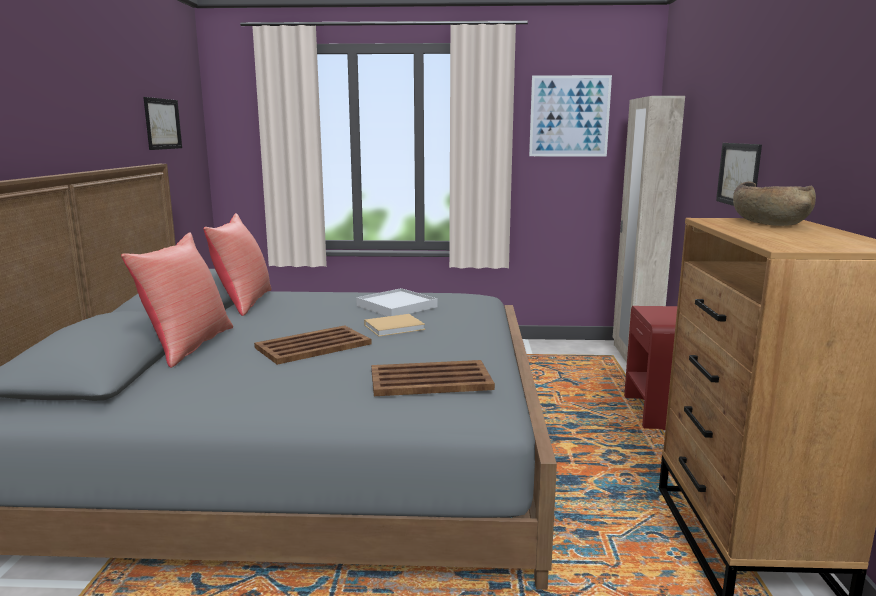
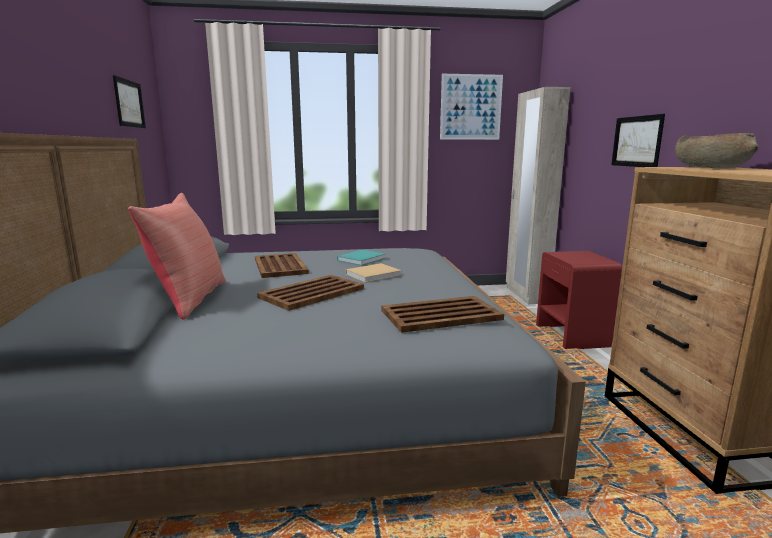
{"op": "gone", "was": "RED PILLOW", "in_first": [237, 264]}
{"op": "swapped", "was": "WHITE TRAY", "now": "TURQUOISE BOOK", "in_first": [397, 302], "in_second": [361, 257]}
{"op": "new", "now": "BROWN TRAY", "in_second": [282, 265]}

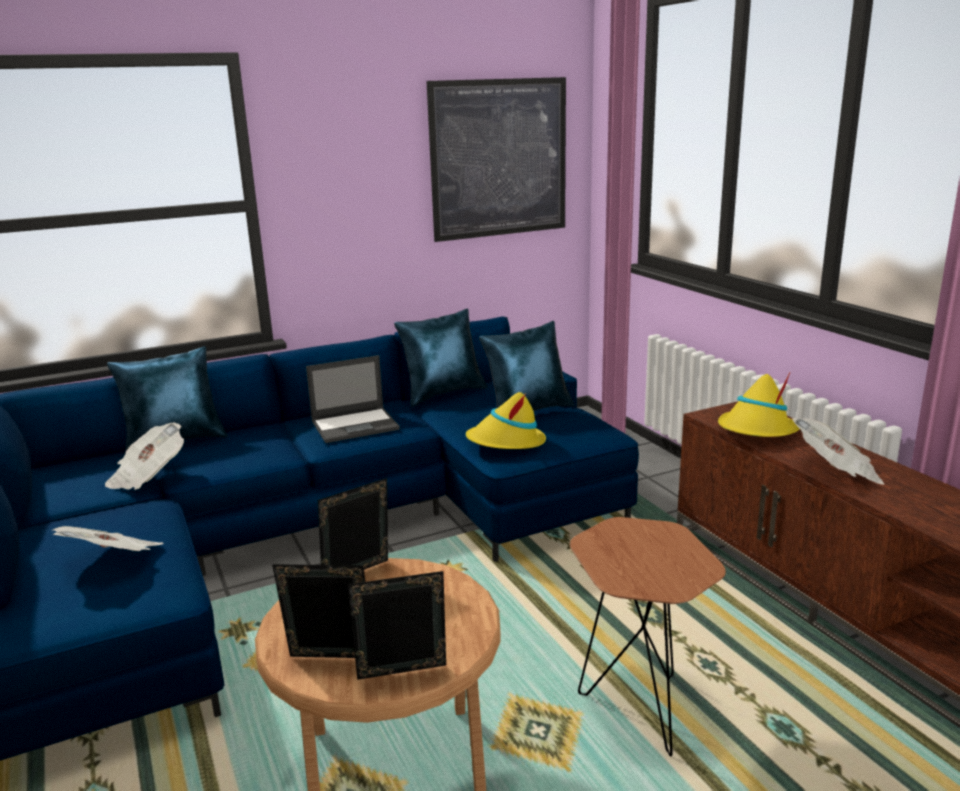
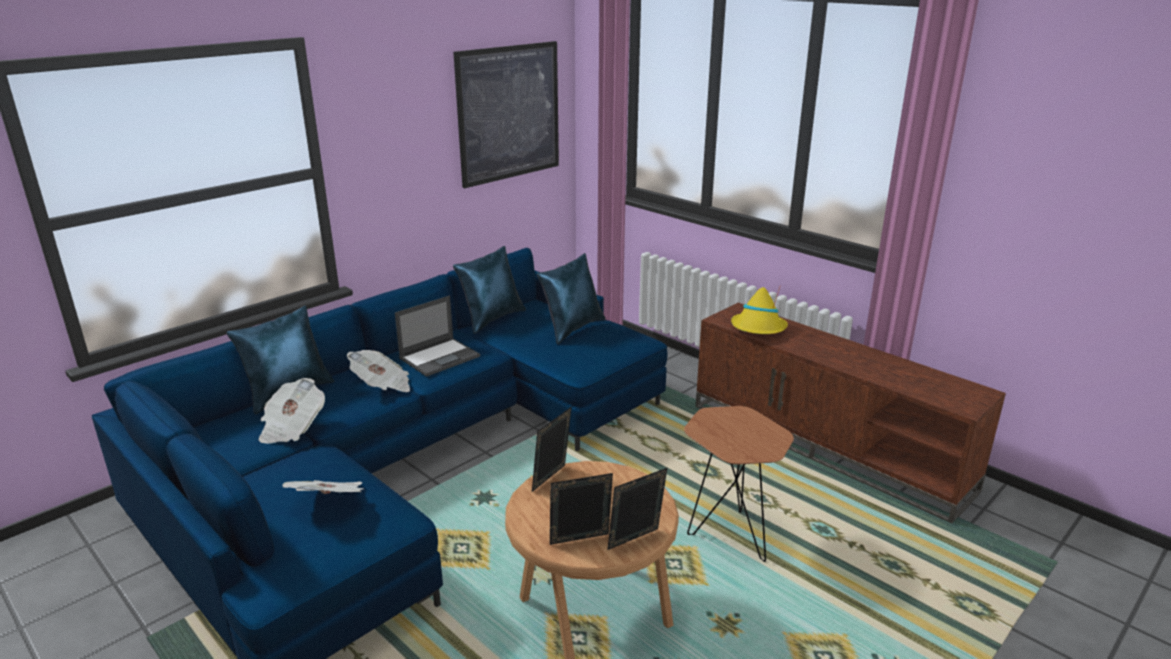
{"op": "gone", "was": "YELLOW HAT", "in_first": [506, 420]}
{"op": "shifted", "was": "NEWSPAPER", "in_first": [838, 451], "in_second": [378, 371]}

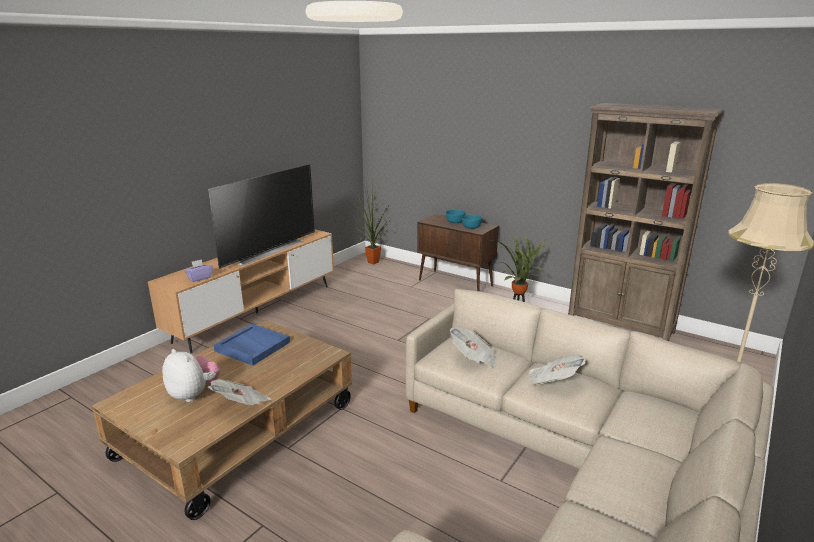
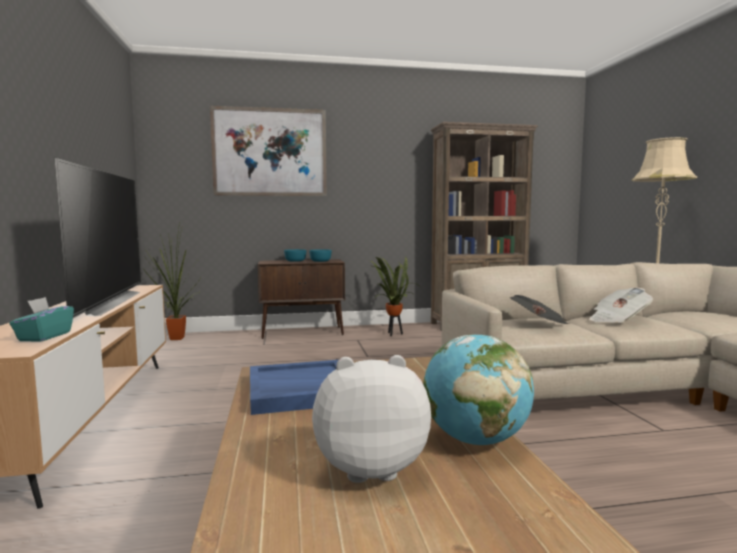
{"op": "repainted", "was": "PURPLE TISSUE BOX", "now": "TURQUOISE TISSUE BOX", "in_first": [199, 270], "in_second": [41, 319]}
{"op": "swapped", "was": "NEWSPAPER", "now": "GLOBE", "in_first": [240, 392], "in_second": [478, 389]}
{"op": "new", "now": "PICTURE", "in_second": [268, 151]}

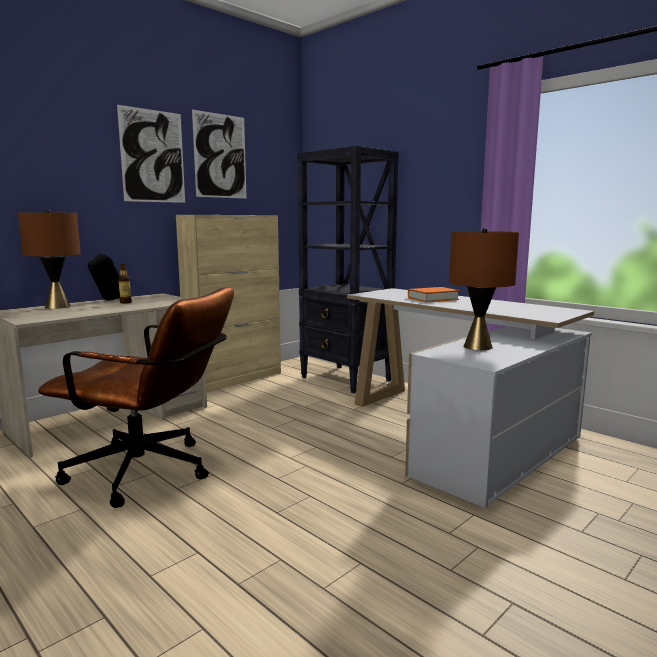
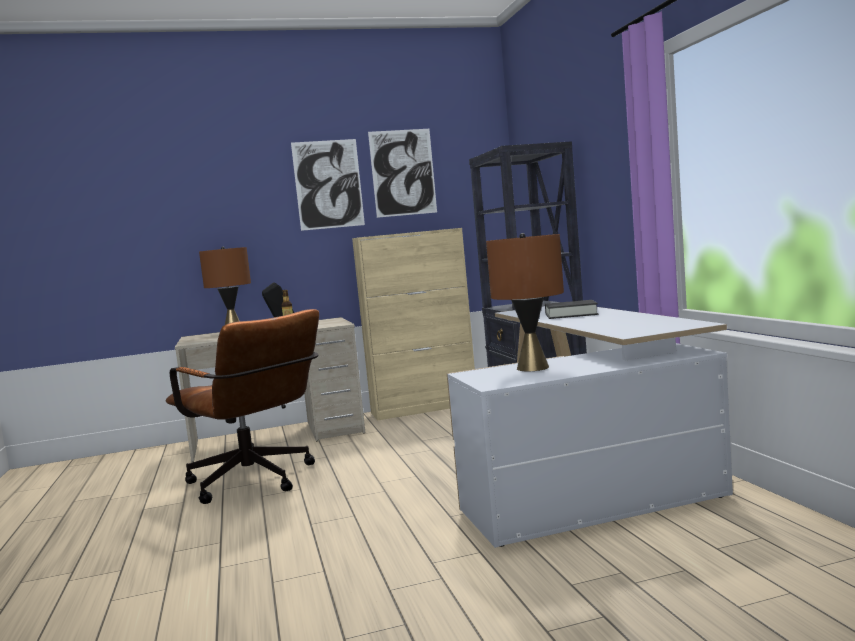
{"op": "repainted", "was": "ORANGE BOOK", "now": "BLACK BOOK", "in_first": [433, 294], "in_second": [571, 309]}

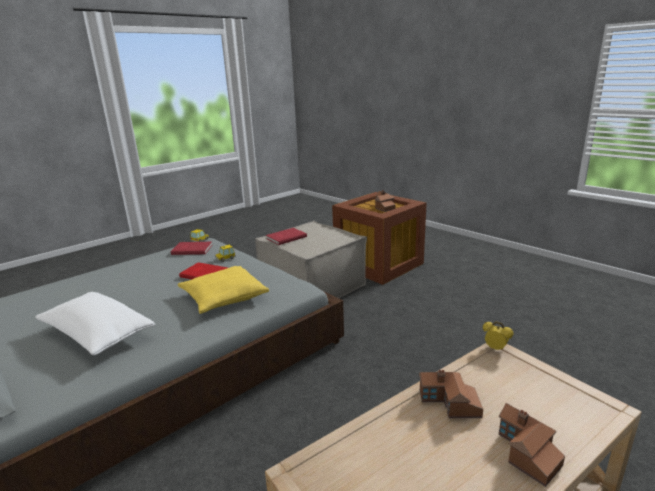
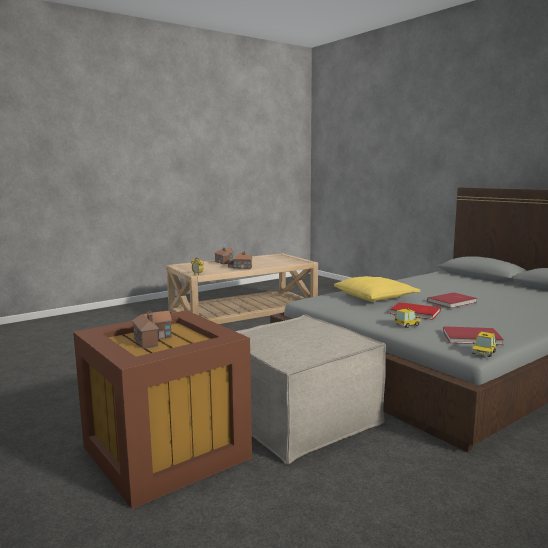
{"op": "gone", "was": "WHITE PILLOW", "in_first": [95, 323]}
{"op": "shifted", "was": "RED BOOK", "in_first": [286, 236], "in_second": [452, 300]}

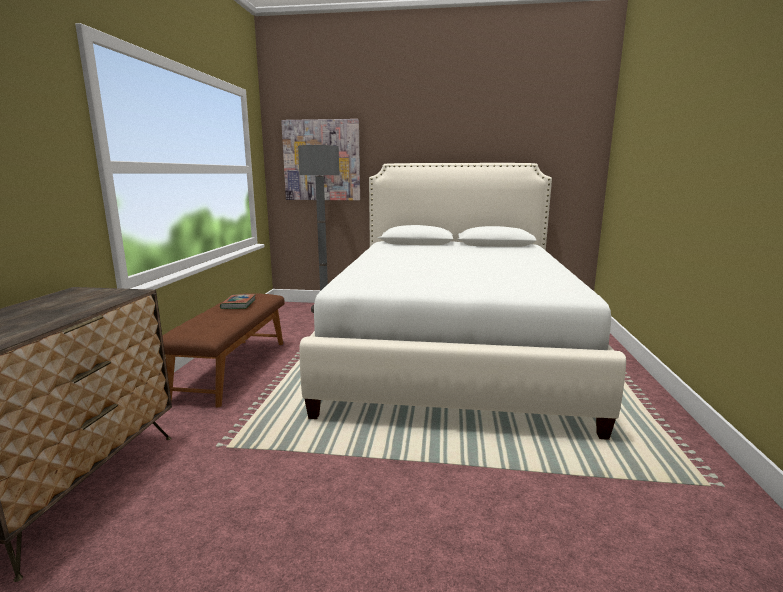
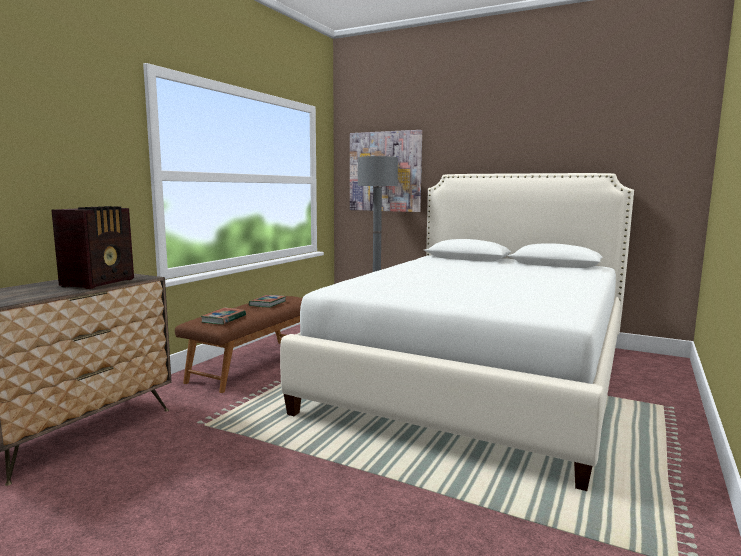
{"op": "new", "now": "RADIO", "in_second": [92, 247]}
{"op": "new", "now": "BOOK", "in_second": [223, 315]}

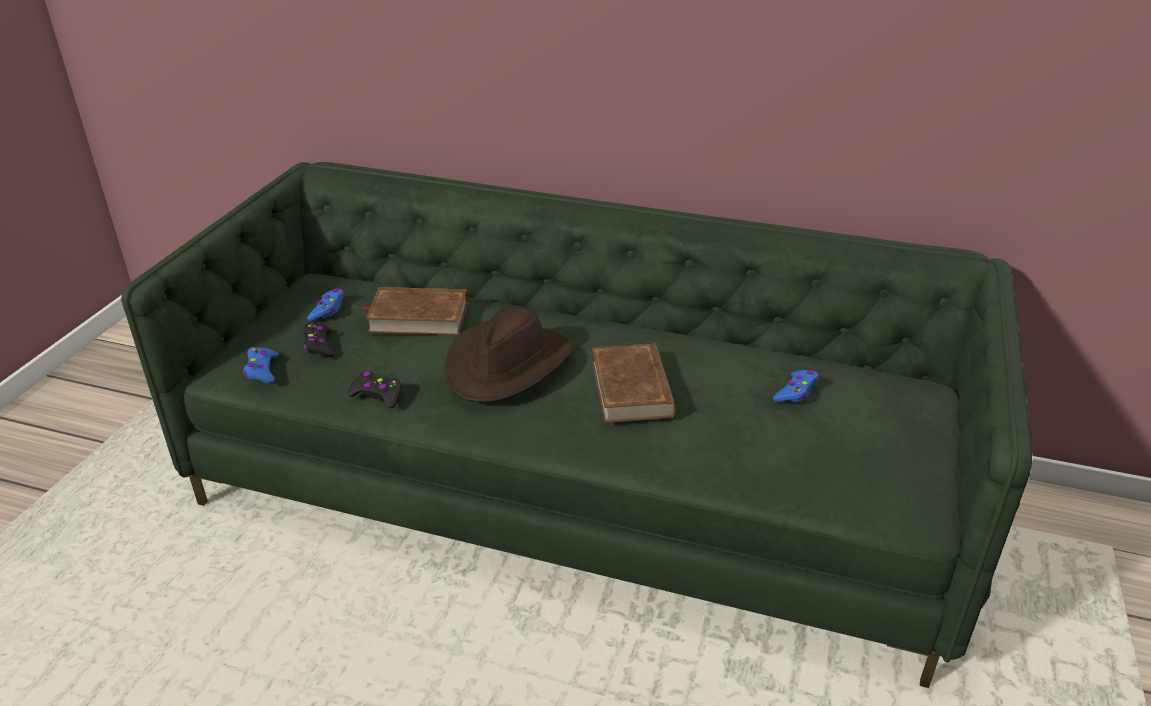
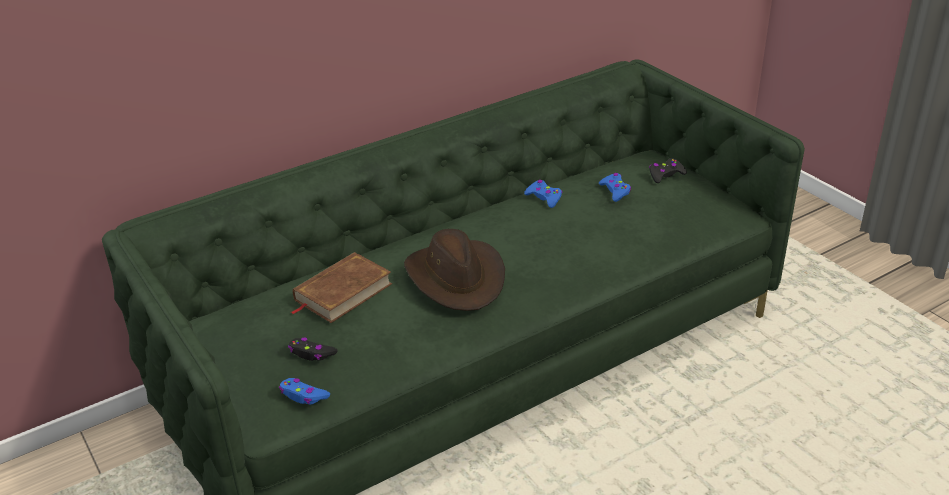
{"op": "shifted", "was": "BLUE GAME CONTROLLER", "in_first": [325, 304], "in_second": [543, 194]}
{"op": "shifted", "was": "BLACK GAME CONTROLLER", "in_first": [375, 389], "in_second": [668, 170]}
{"op": "gone", "was": "BROWN BOOK", "in_first": [634, 383]}

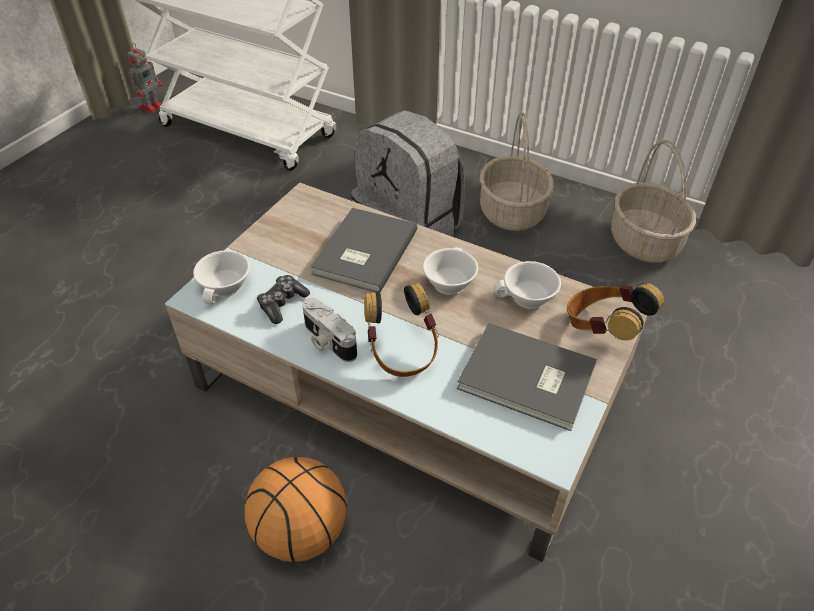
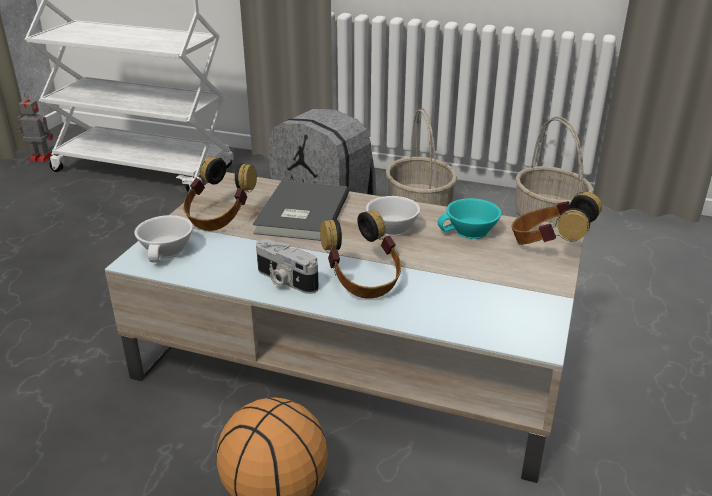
{"op": "rotated", "was": "TOY ROBOT", "in_first": [144, 78], "in_second": [34, 127], "clockwise": -105}
{"op": "gone", "was": "GAME CONTROLLER", "in_first": [283, 299]}
{"op": "gone", "was": "GREY BOOK", "in_first": [527, 377]}
{"op": "repainted", "was": "WHITE CUP", "now": "TURQUOISE CUP", "in_first": [527, 285], "in_second": [469, 218]}
{"op": "new", "now": "HEADPHONES", "in_second": [220, 194]}

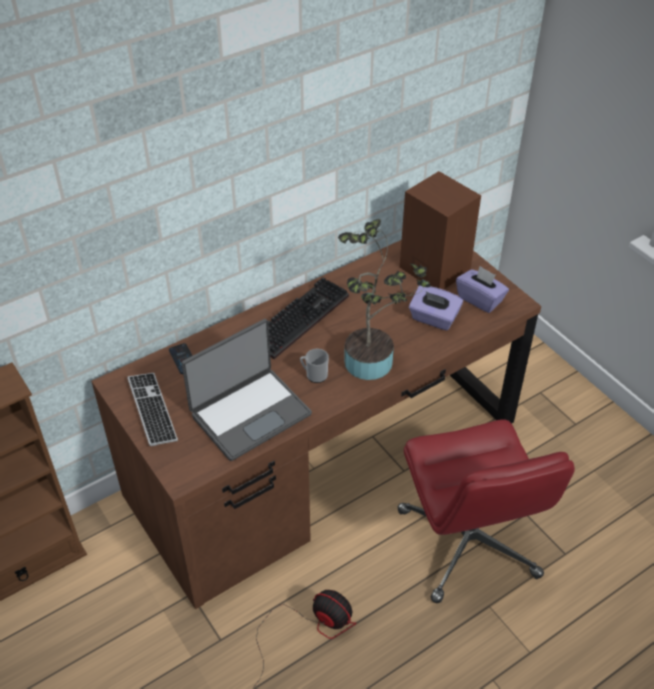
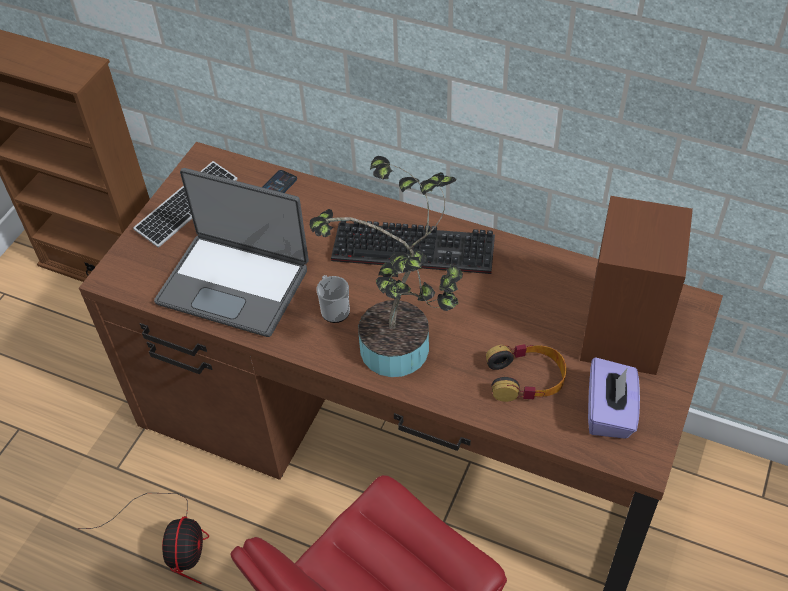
{"op": "swapped", "was": "PURPLE TISSUE BOX", "now": "HEADPHONES", "in_first": [436, 307], "in_second": [526, 373]}

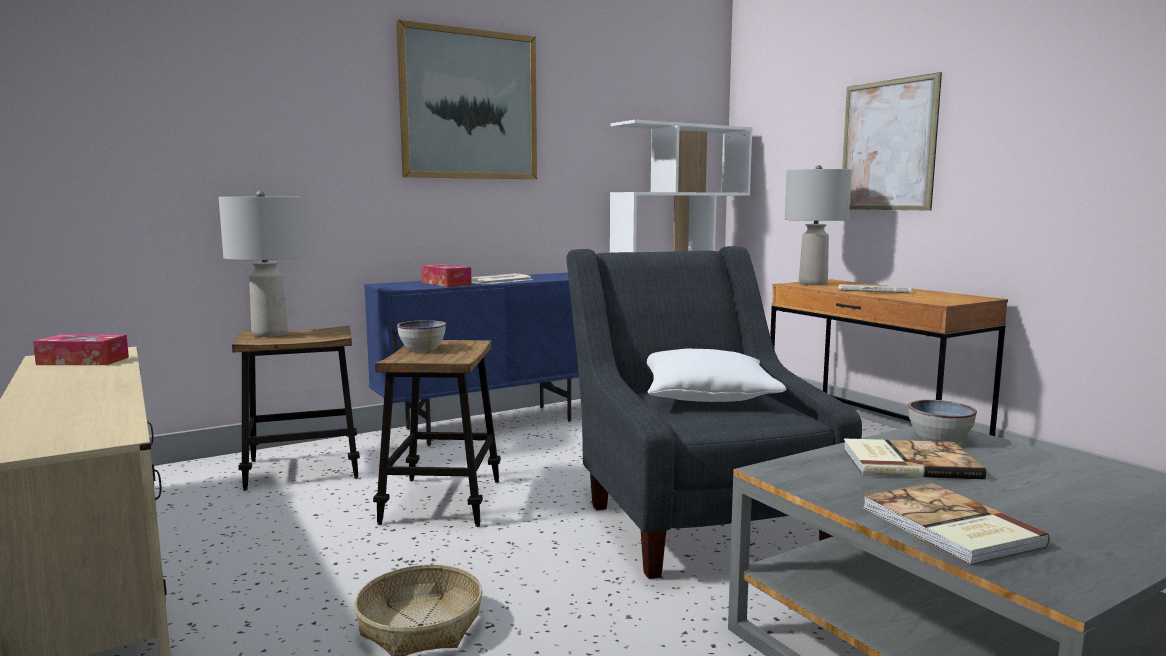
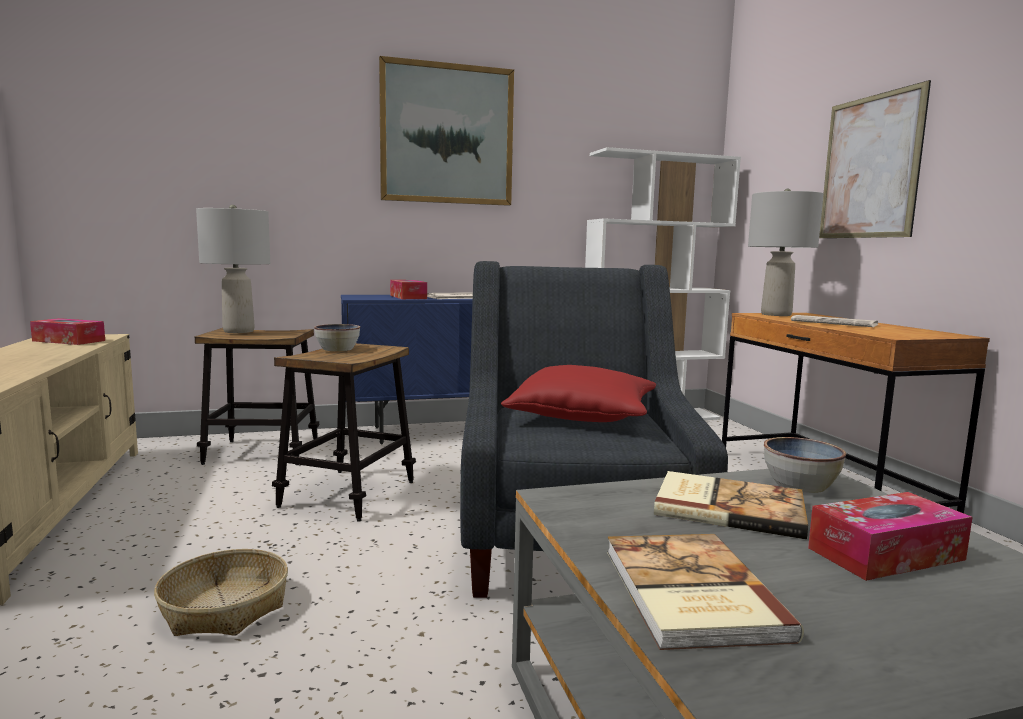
{"op": "repainted", "was": "WHITE PILLOW", "now": "RED PILLOW", "in_first": [716, 375], "in_second": [578, 393]}
{"op": "new", "now": "TISSUE BOX", "in_second": [890, 536]}

